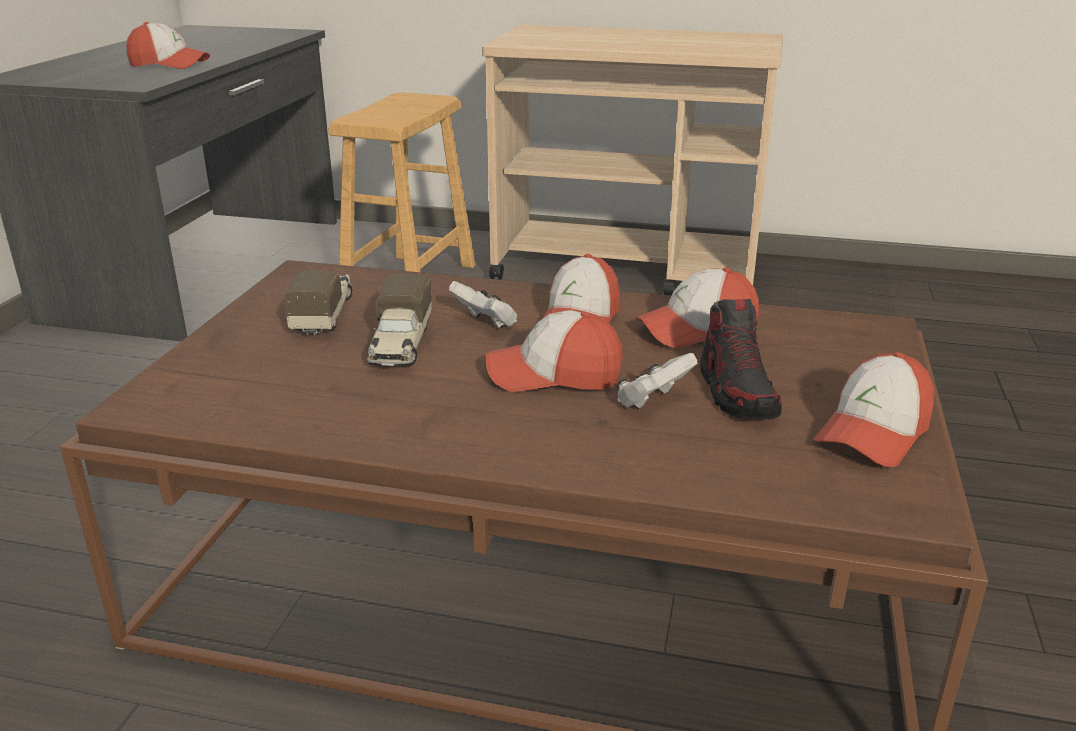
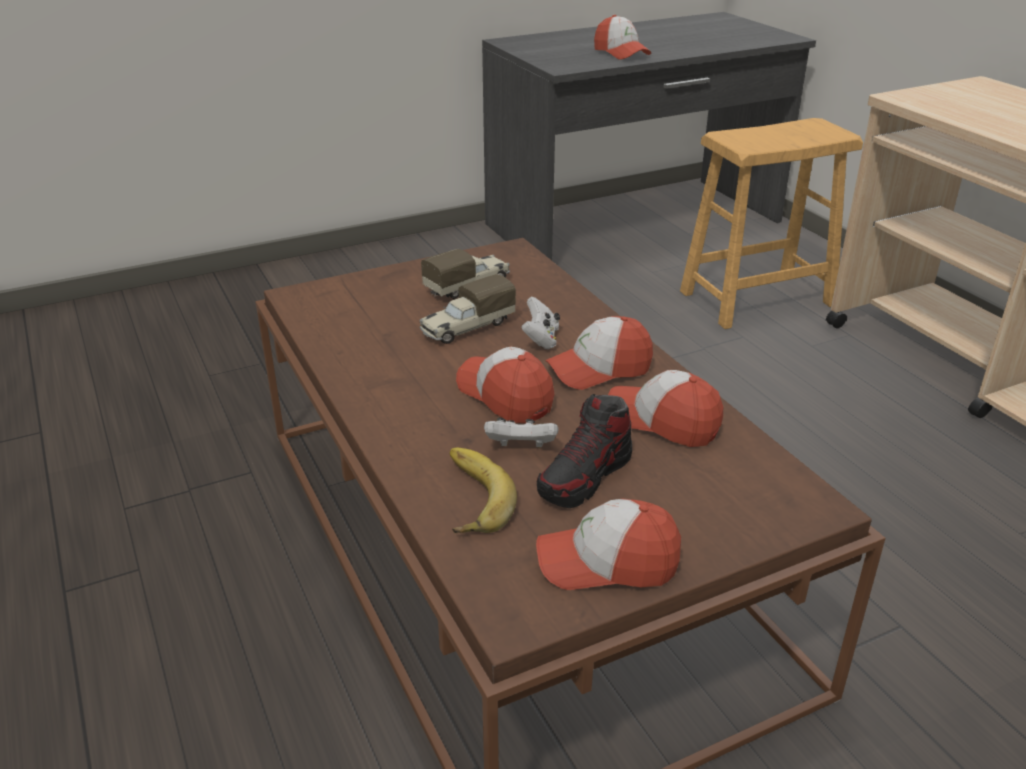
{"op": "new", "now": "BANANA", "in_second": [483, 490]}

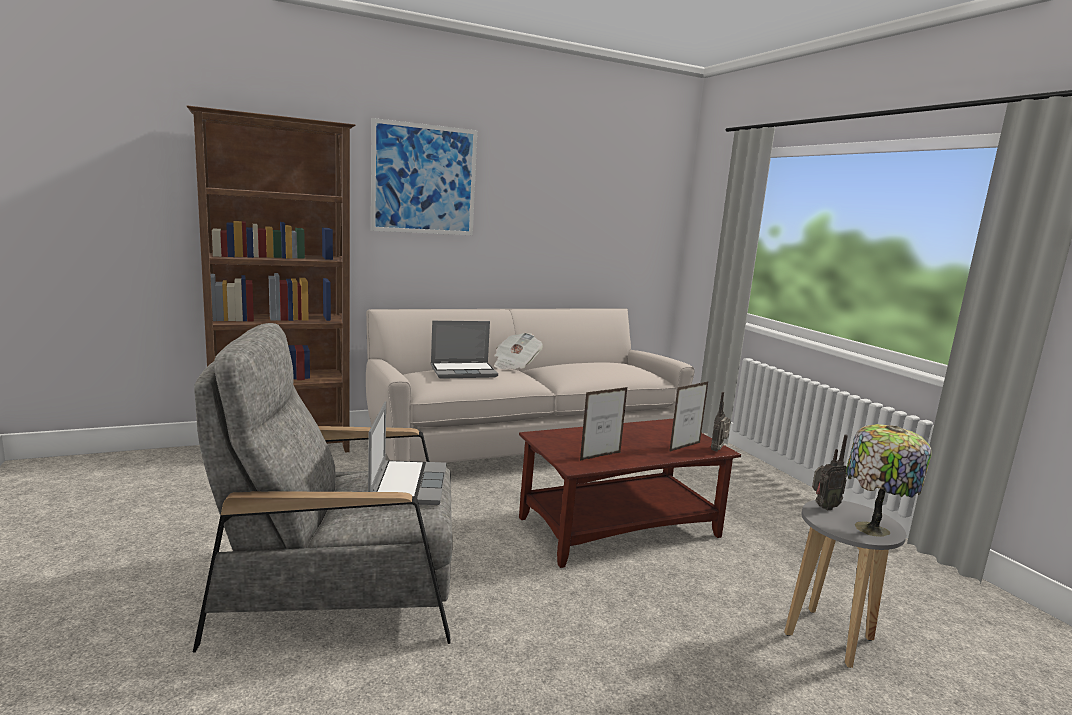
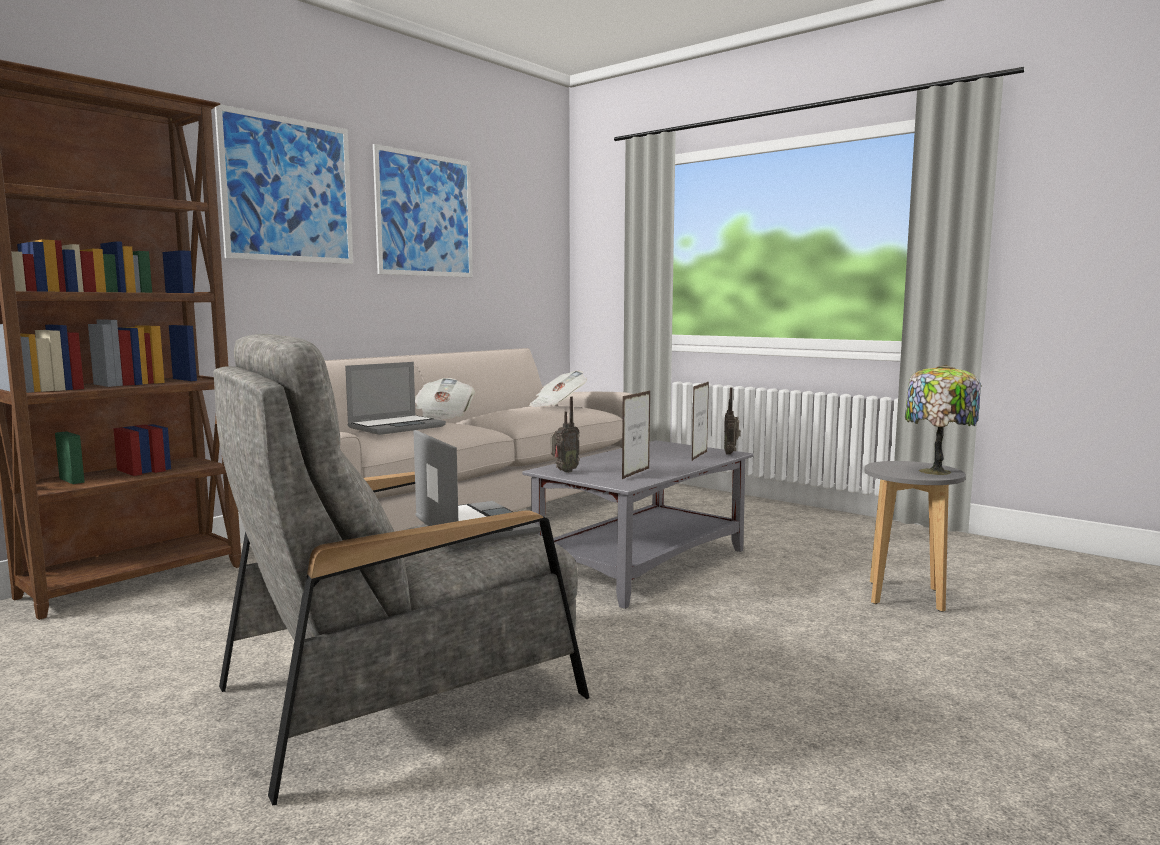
{"op": "repainted", "was": "BROWN COFFEE TABLE", "now": "GREY COFFEE TABLE", "in_first": [630, 493], "in_second": [637, 524]}
{"op": "shifted", "was": "RADIO", "in_first": [830, 472], "in_second": [565, 435]}
{"op": "new", "now": "PICTURE", "in_second": [423, 210]}
{"op": "new", "now": "NEWSPAPER", "in_second": [558, 389]}

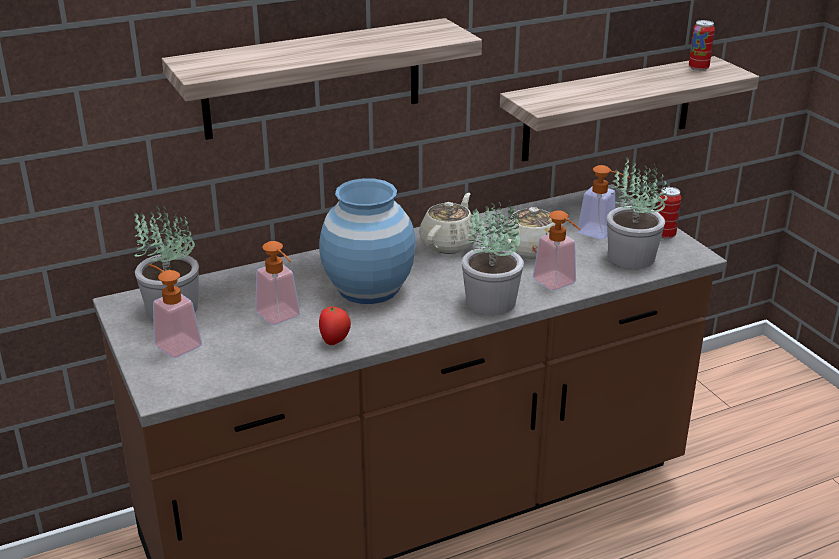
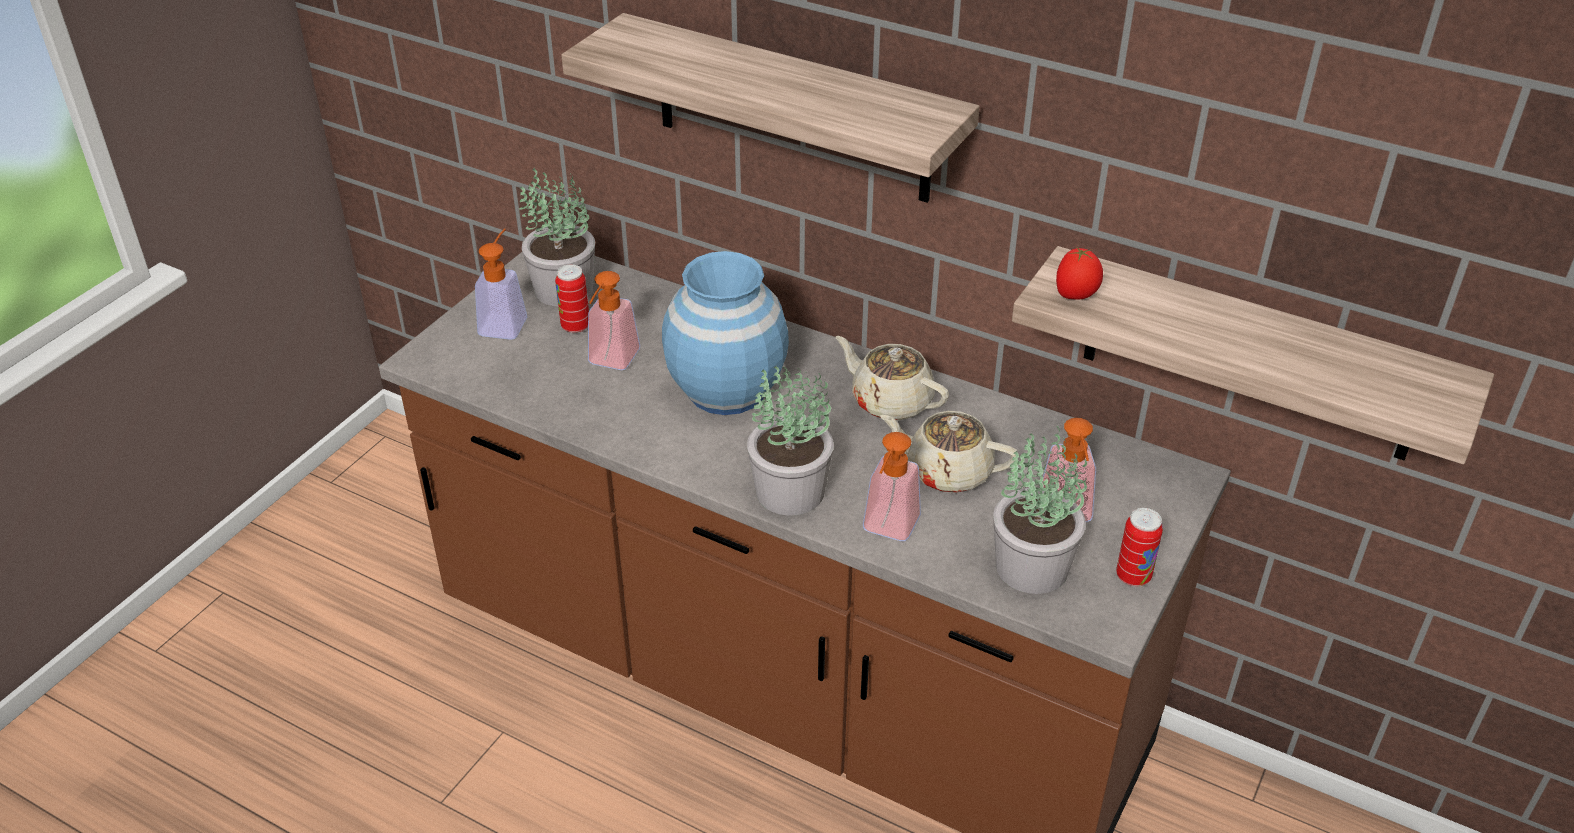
{"op": "shifted", "was": "TOMATO", "in_first": [335, 325], "in_second": [1079, 273]}
{"op": "rotated", "was": "BEIGE TEAPOT", "in_first": [448, 223], "in_second": [892, 378], "clockwise": -135}
{"op": "shifted", "was": "CAN", "in_first": [702, 45], "in_second": [572, 298]}

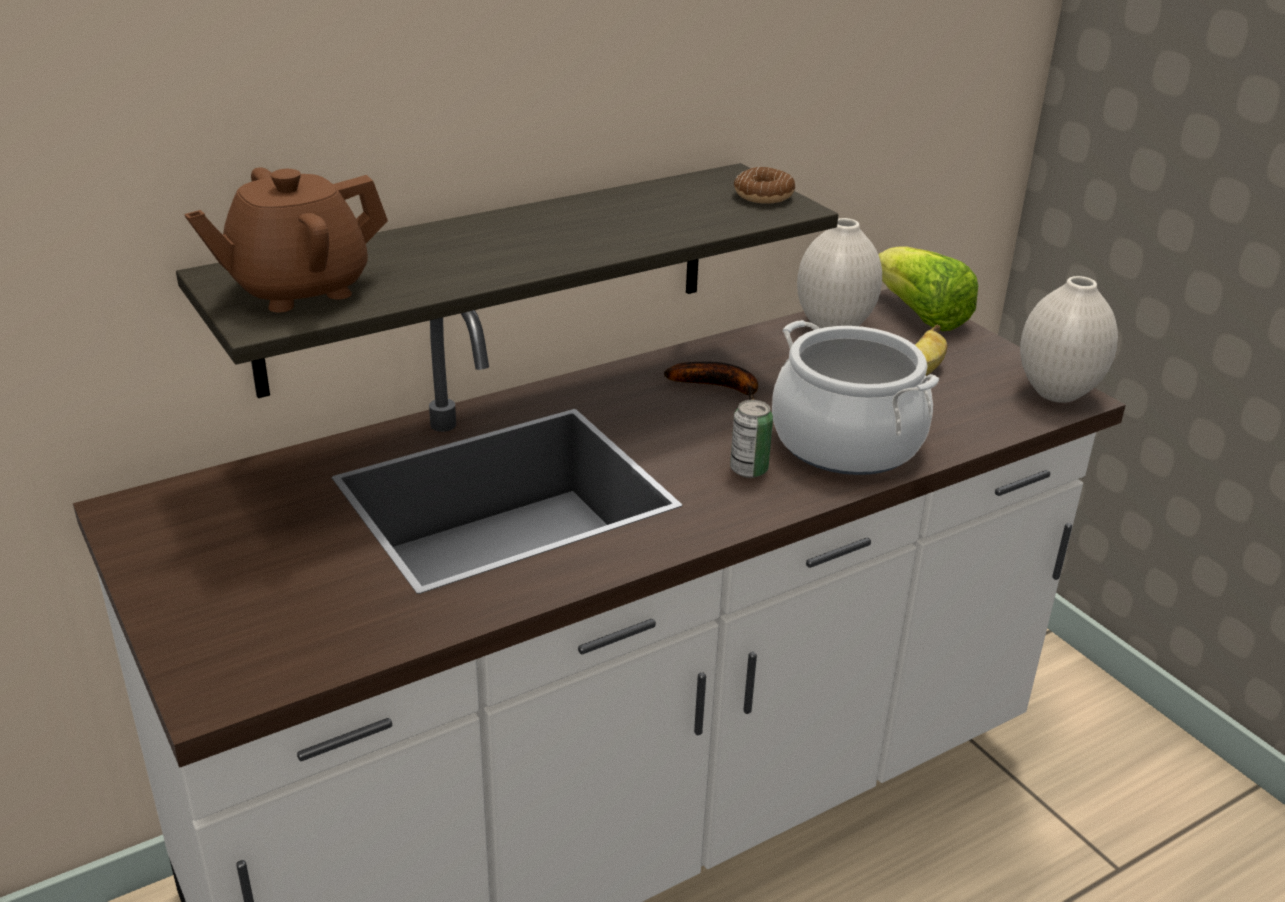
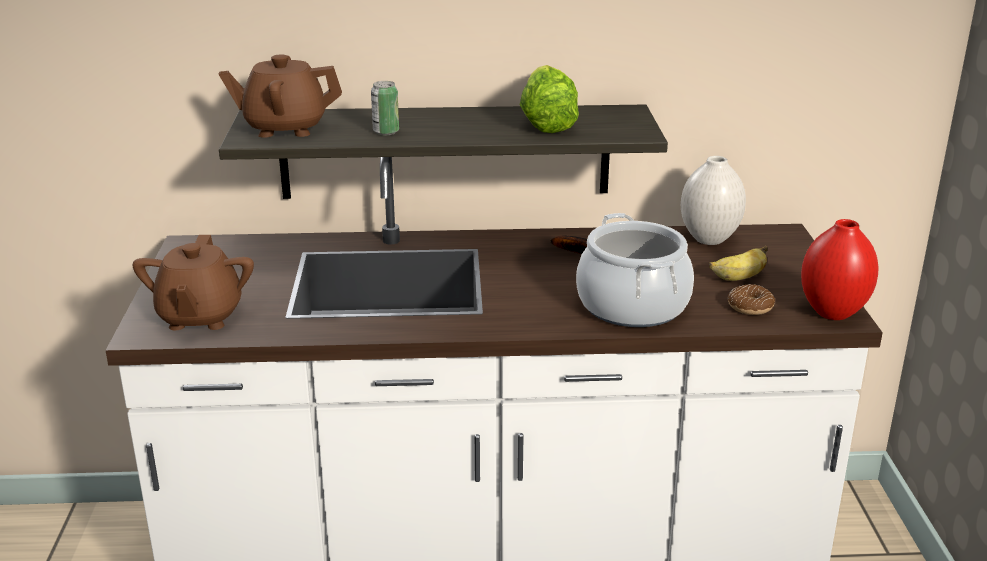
{"op": "shifted", "was": "CAN", "in_first": [751, 439], "in_second": [385, 108]}
{"op": "shifted", "was": "DONUT", "in_first": [764, 185], "in_second": [751, 299]}
{"op": "shifted", "was": "LETTUCE", "in_first": [928, 288], "in_second": [549, 99]}
{"op": "repainted", "was": "WHITE VASE", "now": "RED VASE", "in_first": [1069, 339], "in_second": [840, 269]}
{"op": "new", "now": "BROWN TEAPOT", "in_second": [193, 282]}

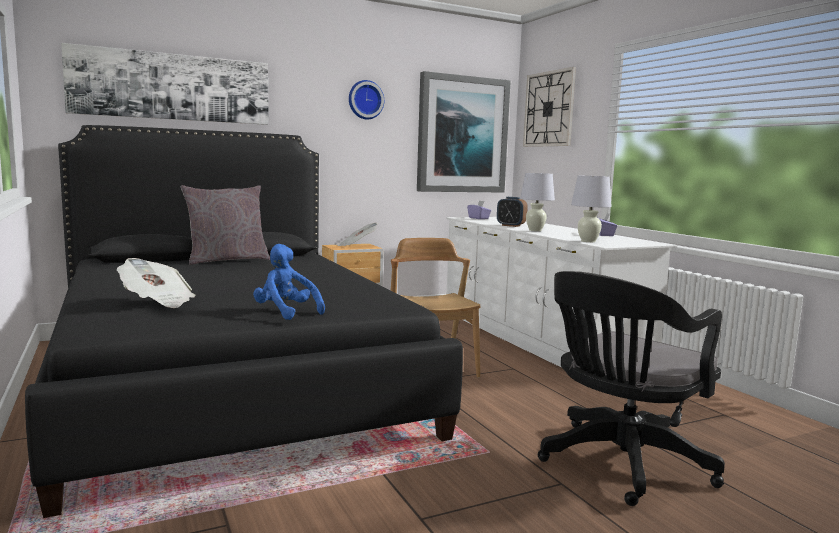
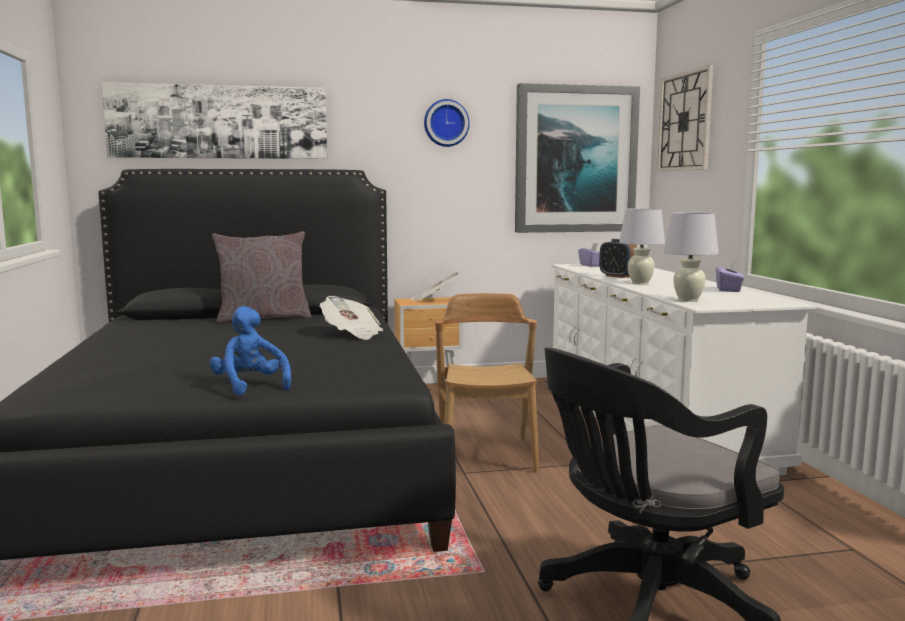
{"op": "shifted", "was": "NEWSPAPER", "in_first": [156, 283], "in_second": [351, 318]}

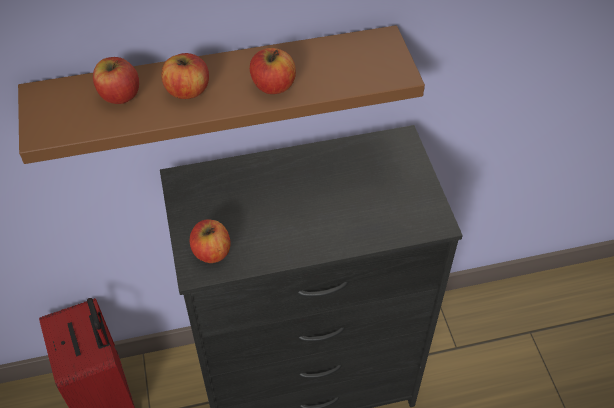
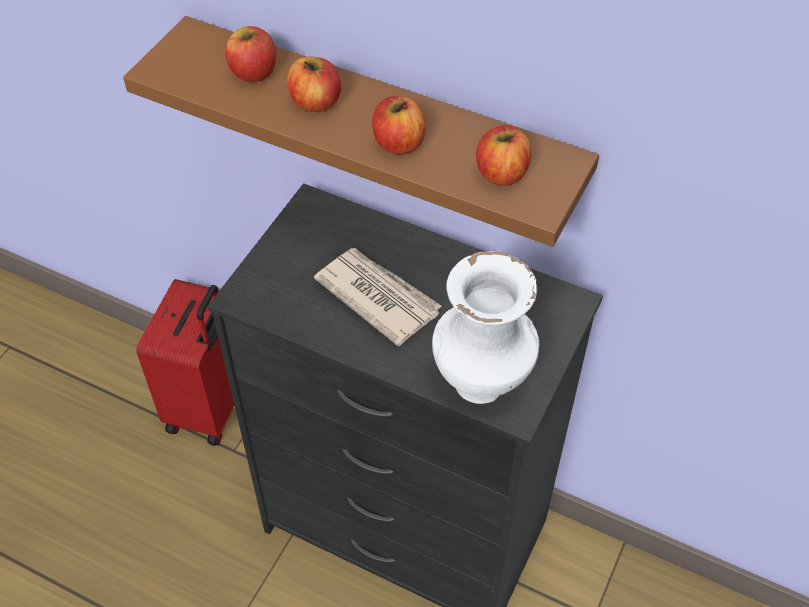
{"op": "shifted", "was": "APPLE", "in_first": [210, 241], "in_second": [503, 155]}
{"op": "new", "now": "NEWSPAPER", "in_second": [378, 297]}
{"op": "new", "now": "WHITE VASE", "in_second": [485, 327]}

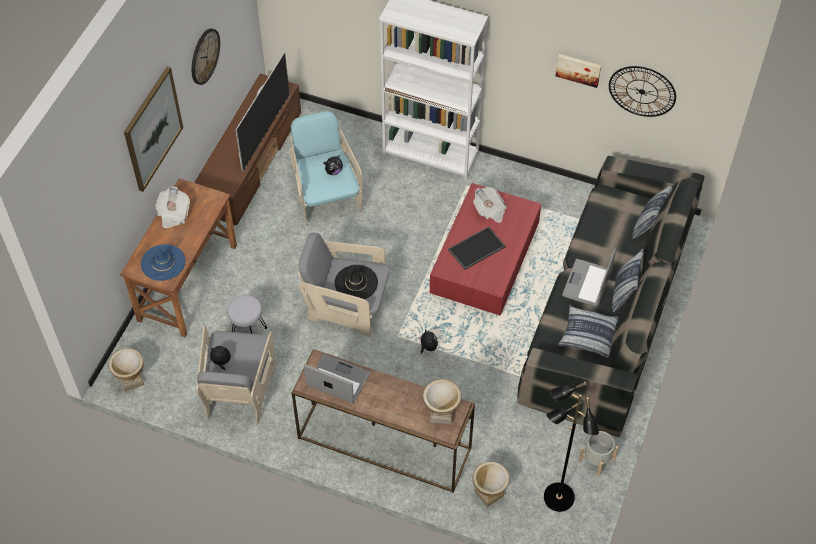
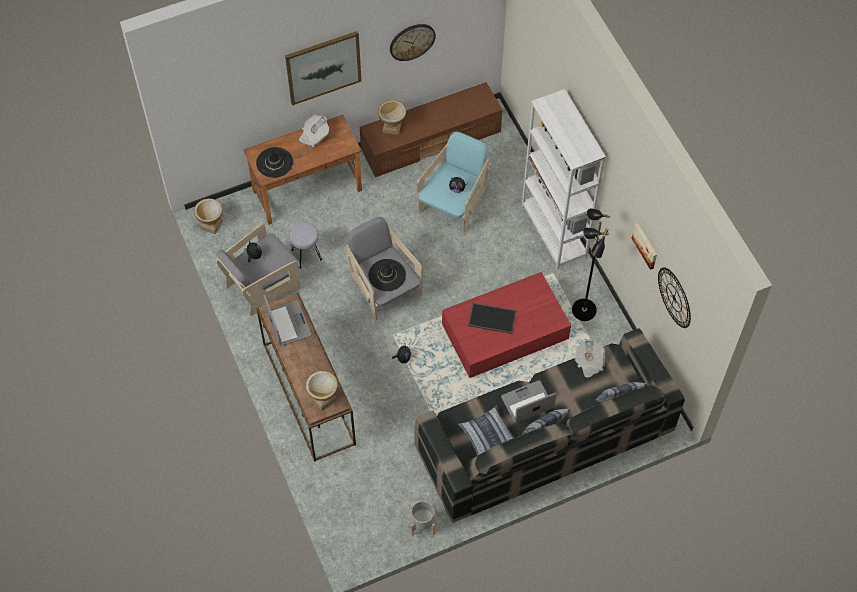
{"op": "repainted", "was": "BLUE HAT", "now": "BLACK HAT", "in_first": [163, 262], "in_second": [274, 162]}
{"op": "gone", "was": "TELEVISION", "in_first": [263, 111]}
{"op": "shifted", "was": "NEWSPAPER", "in_first": [490, 205], "in_second": [589, 358]}
{"op": "shifted", "was": "VASE", "in_first": [491, 484], "in_second": [392, 117]}
{"op": "shifted", "was": "BLACK FLOOR LAMP", "in_first": [571, 447], "in_second": [591, 264]}

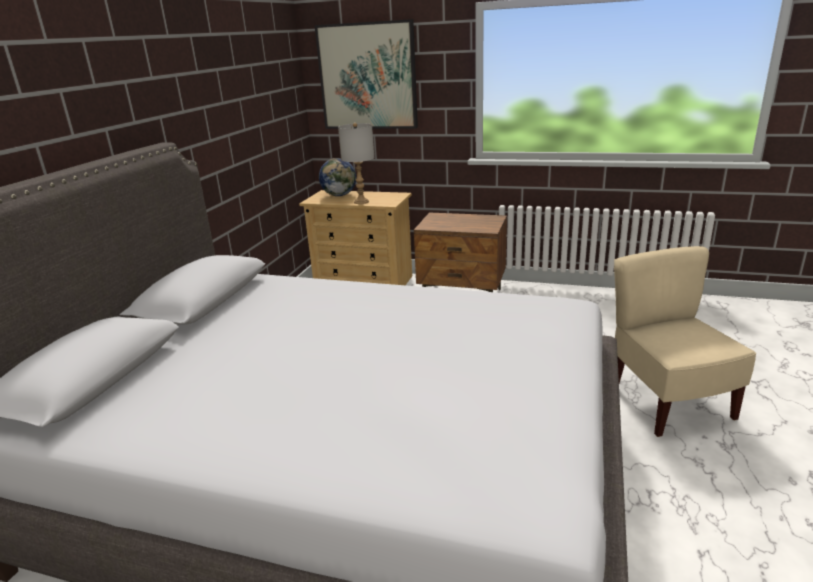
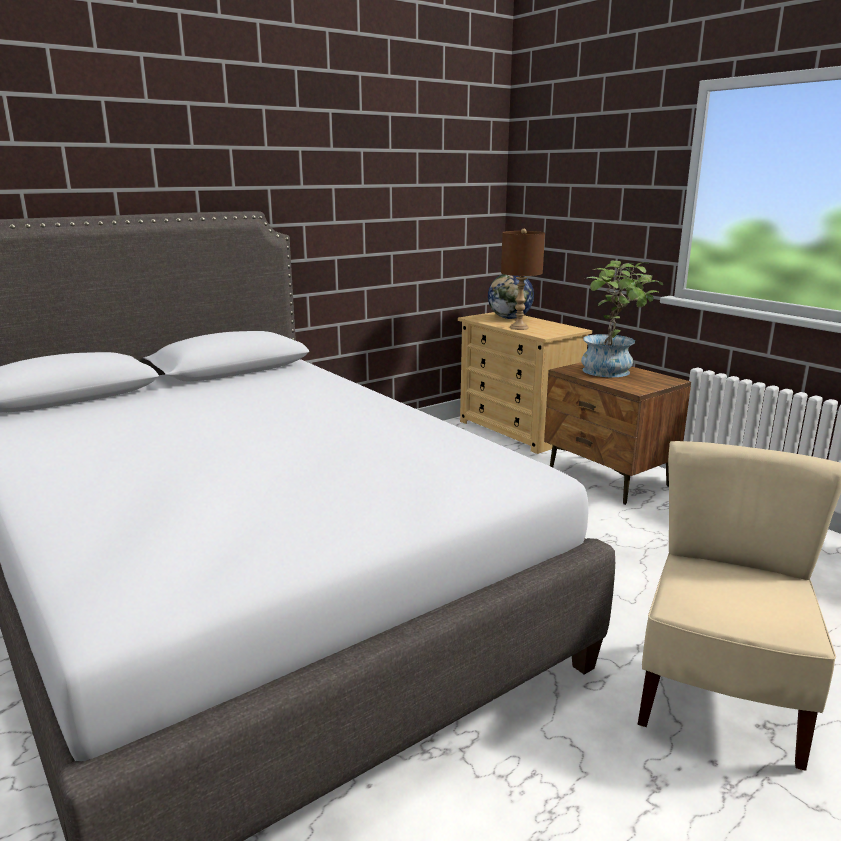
{"op": "gone", "was": "PICTURE", "in_first": [366, 74]}
{"op": "repainted", "was": "GREY TABLE LAMP", "now": "BROWN TABLE LAMP", "in_first": [356, 163], "in_second": [523, 279]}
{"op": "new", "now": "POTTED PLANT", "in_second": [622, 319]}

